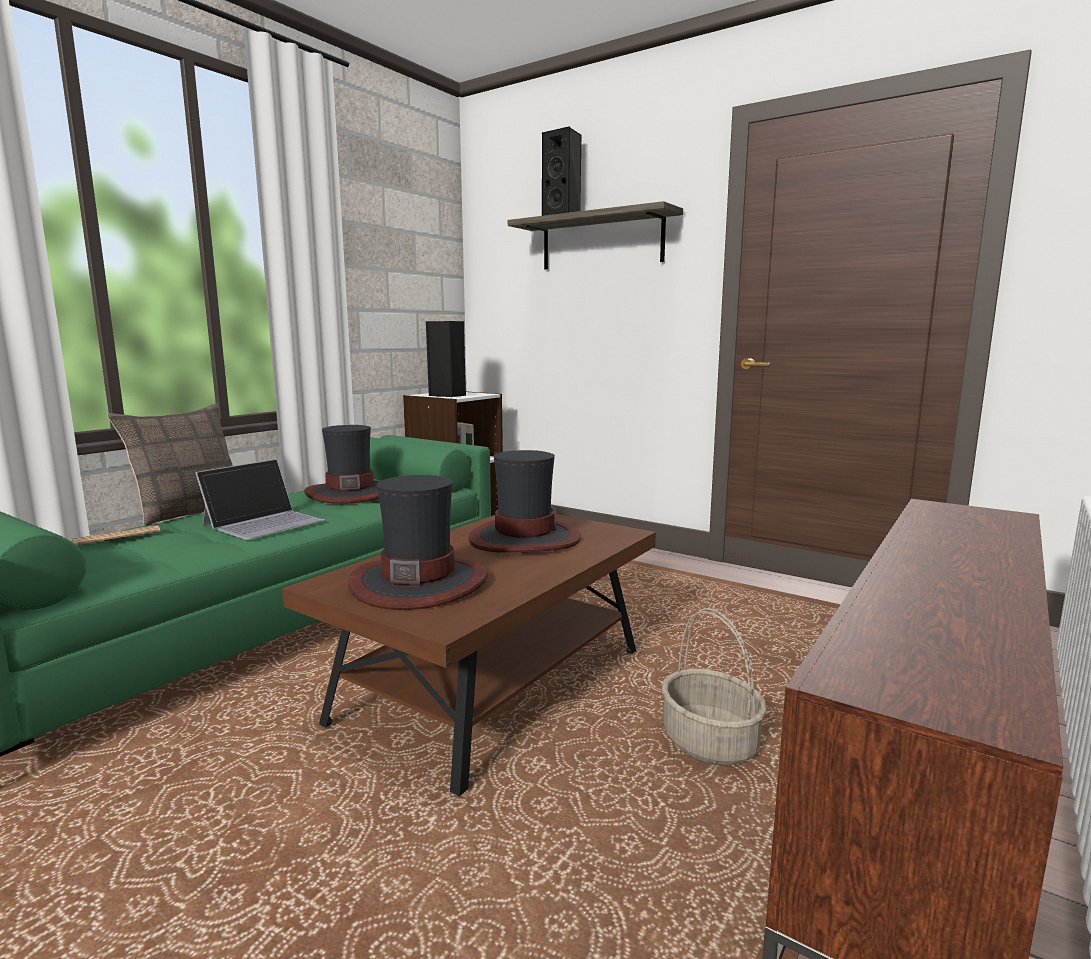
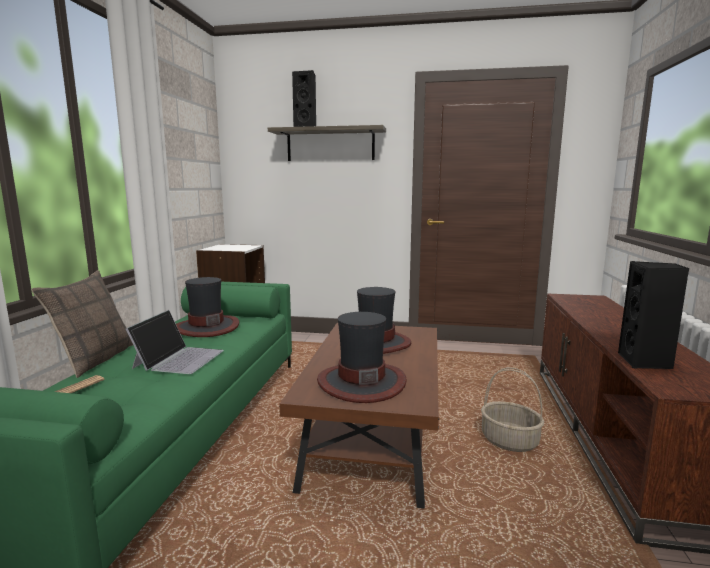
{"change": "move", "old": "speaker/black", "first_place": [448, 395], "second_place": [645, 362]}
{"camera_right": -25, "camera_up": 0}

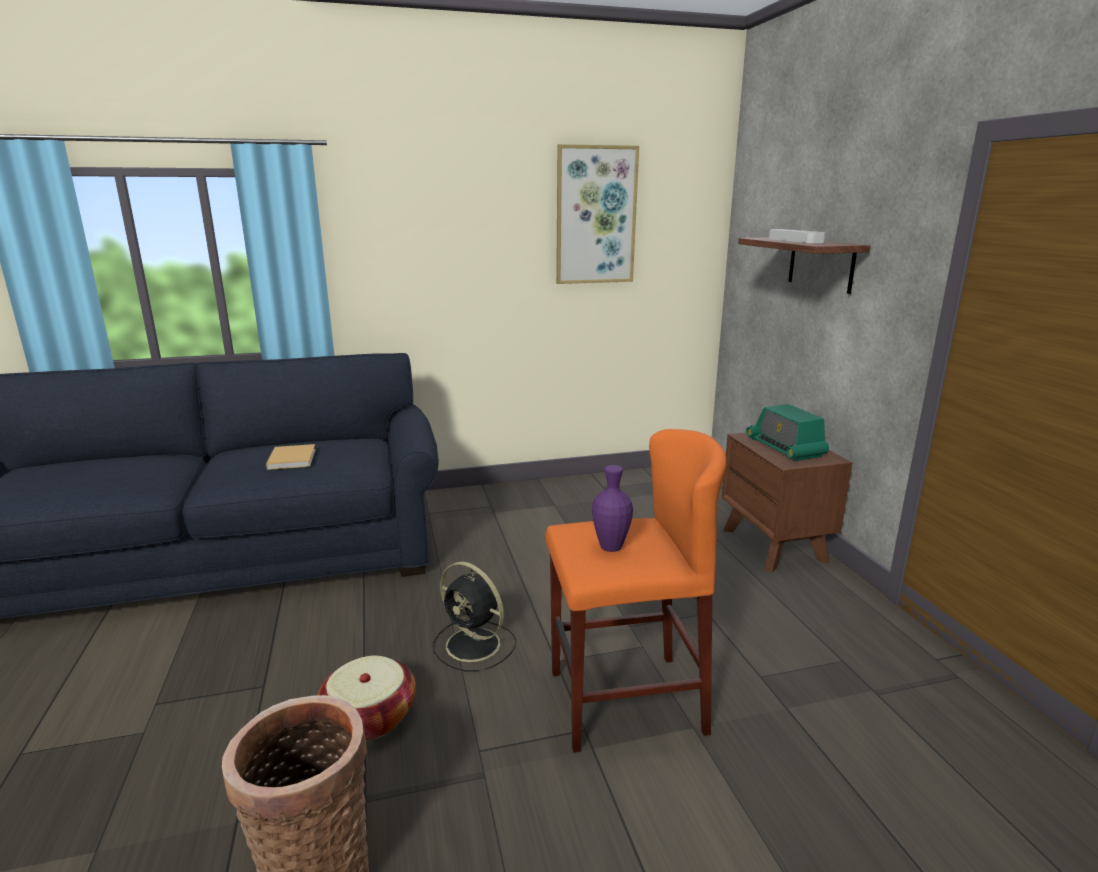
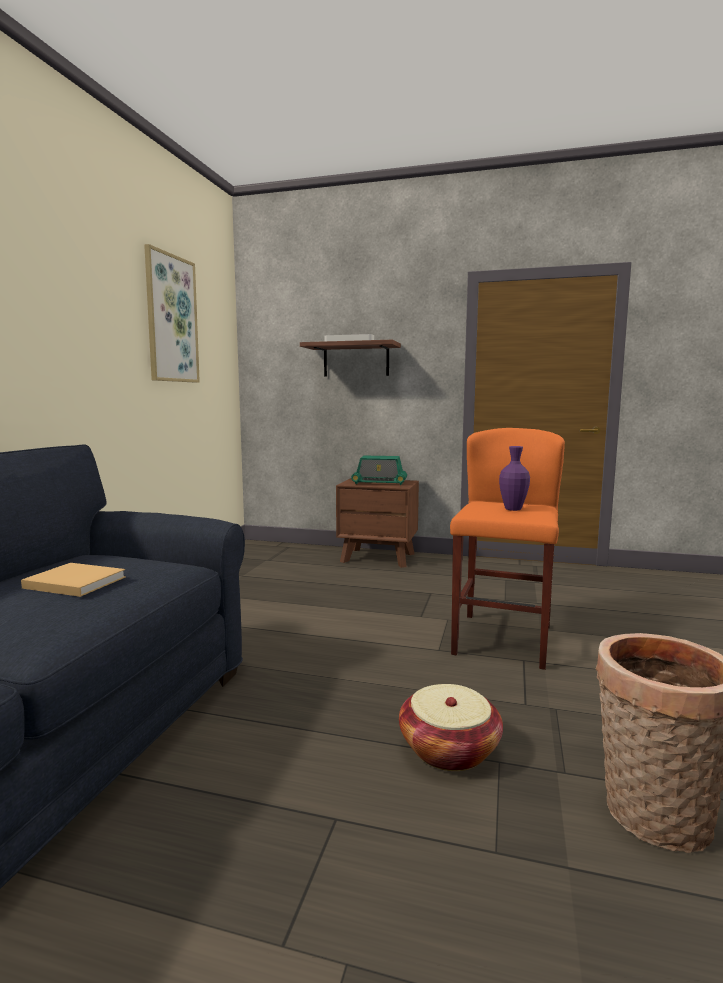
{"change": "delete", "old": "fan/black", "first_place": [475, 645]}
{"camera_right": -60, "camera_up": -10}

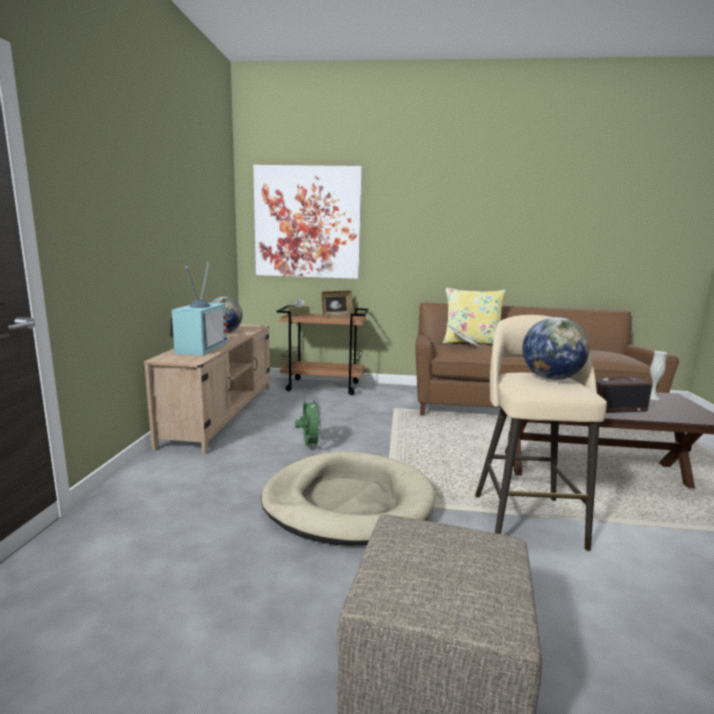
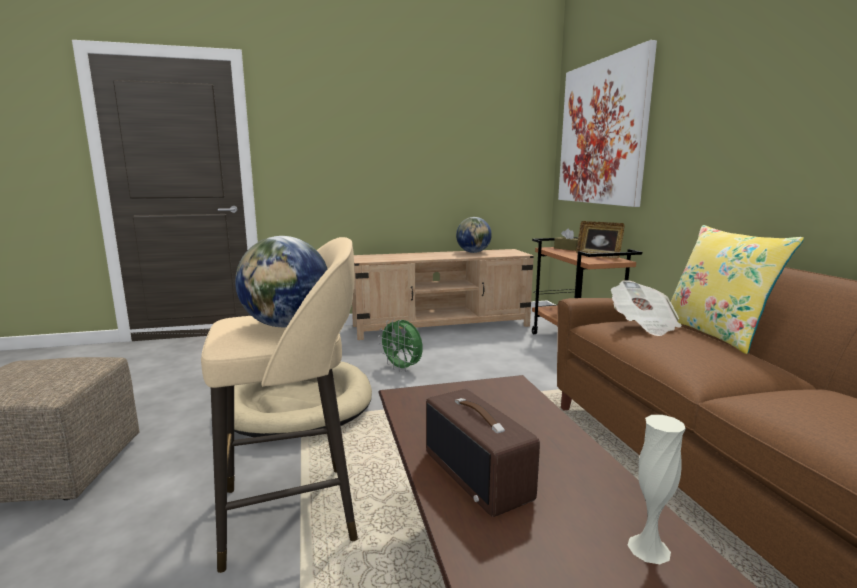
{"change": "delete", "old": "television", "first_place": [199, 347]}
{"change": "rotate", "old": "fan/green", "first_place": [309, 446], "second_place": [402, 368], "degrees": 75}
{"camera_right": 70, "camera_up": 0}

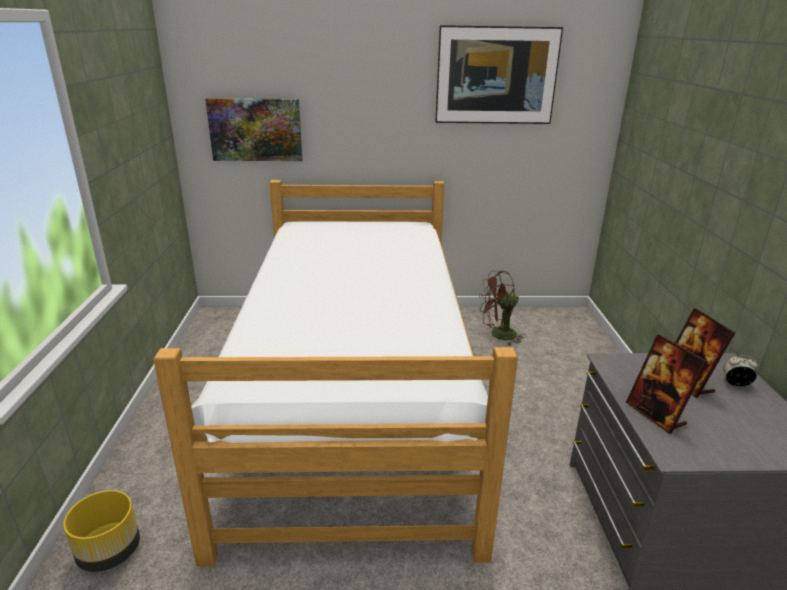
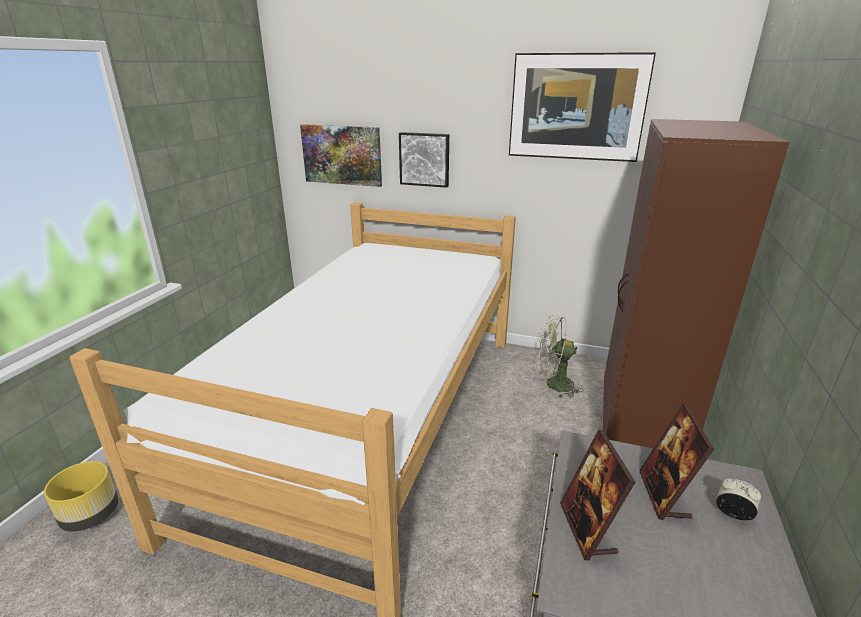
{"change": "recolor", "old": "fan/brown", "new": "fan/green", "first_place": [498, 335], "second_place": [553, 384]}
{"change": "insert", "new": "picture", "second_place": [424, 159]}
{"change": "insert", "new": "wardrobe/brown", "second_place": [638, 430]}
{"camera_right": 20, "camera_up": 0}

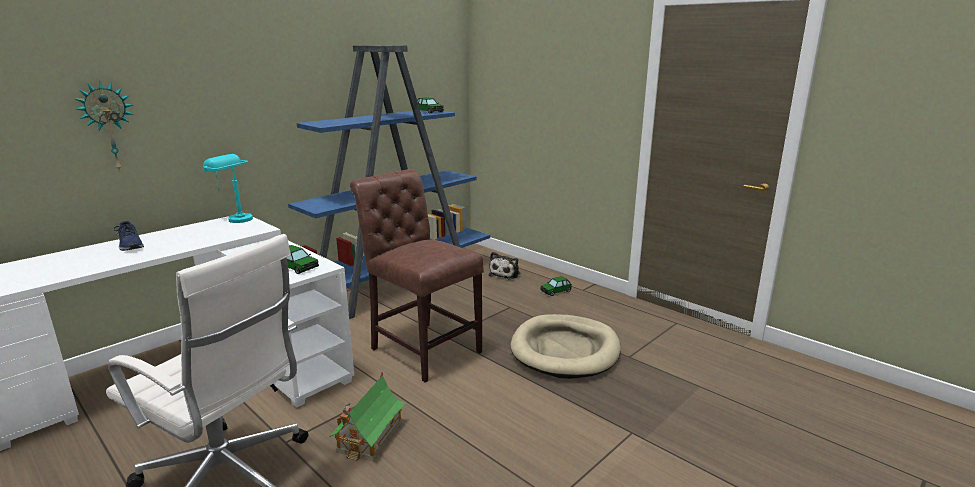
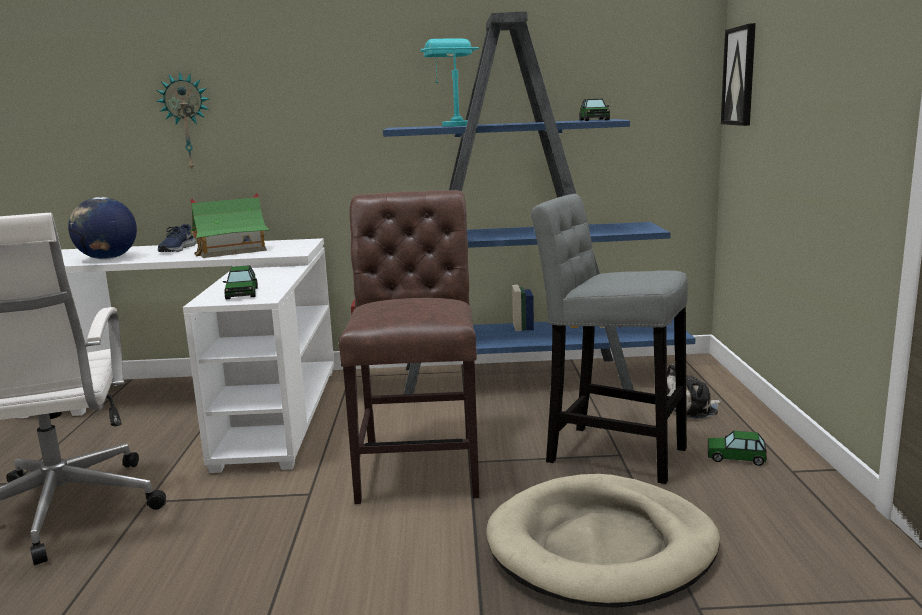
{"change": "move", "old": "table lamp/turquoise", "first_place": [234, 218], "second_place": [452, 125]}
{"change": "move", "old": "toy house", "first_place": [370, 436], "second_place": [230, 251]}
{"change": "insert", "new": "globe", "second_place": [107, 258]}
{"change": "insert", "new": "stool/grey", "second_place": [609, 452]}
{"change": "insert", "new": "picture", "second_place": [740, 76]}
{"camera_right": 45, "camera_up": -5}

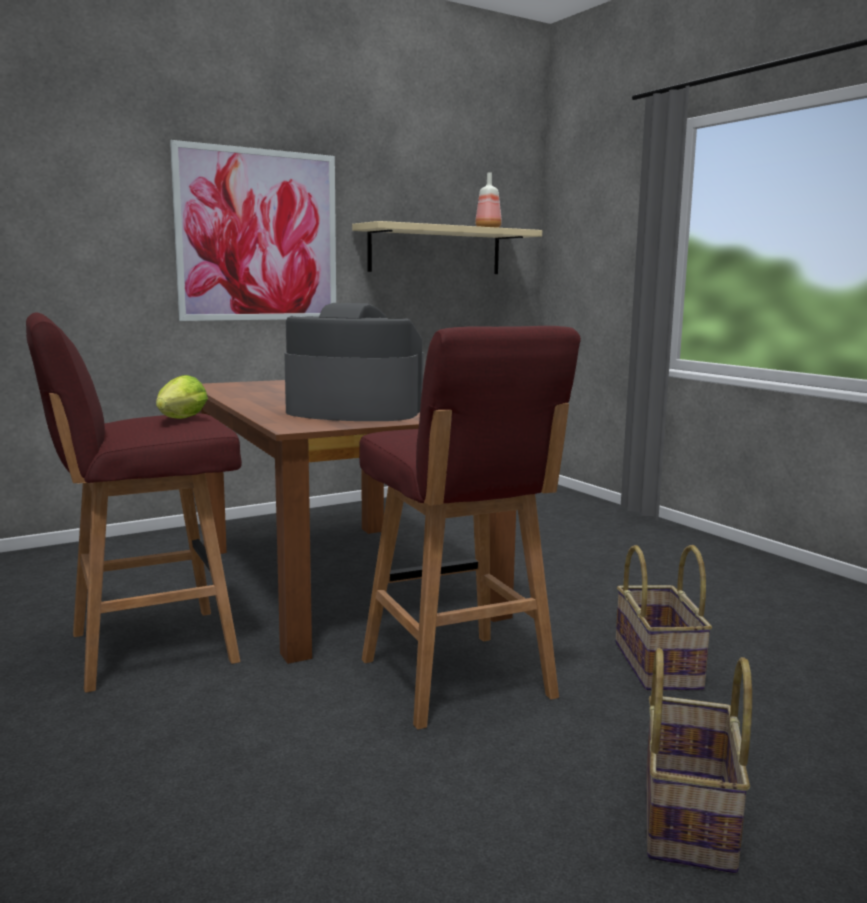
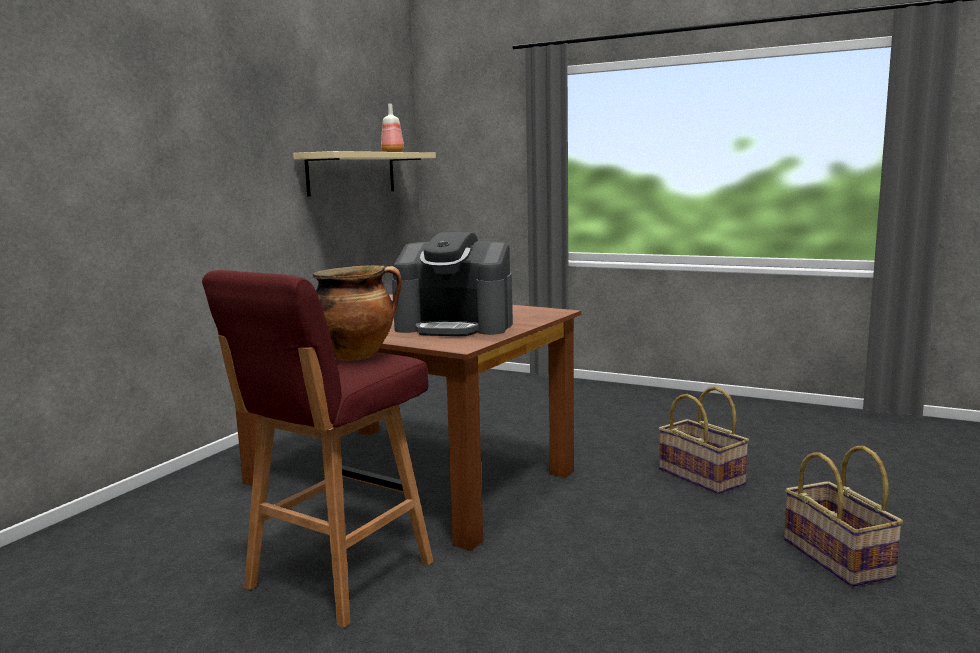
{"change": "replace", "old": "lettuce", "new": "cooking pot", "first_place": [179, 420], "second_place": [357, 355]}
{"change": "delete", "old": "picture", "first_place": [258, 235]}
{"change": "rotate", "old": "coffee machine", "first_place": [353, 411], "second_place": [455, 326], "degrees": -150}
{"change": "delete", "old": "stool/red", "first_place": [457, 681]}
{"camera_right": -30, "camera_up": 0}

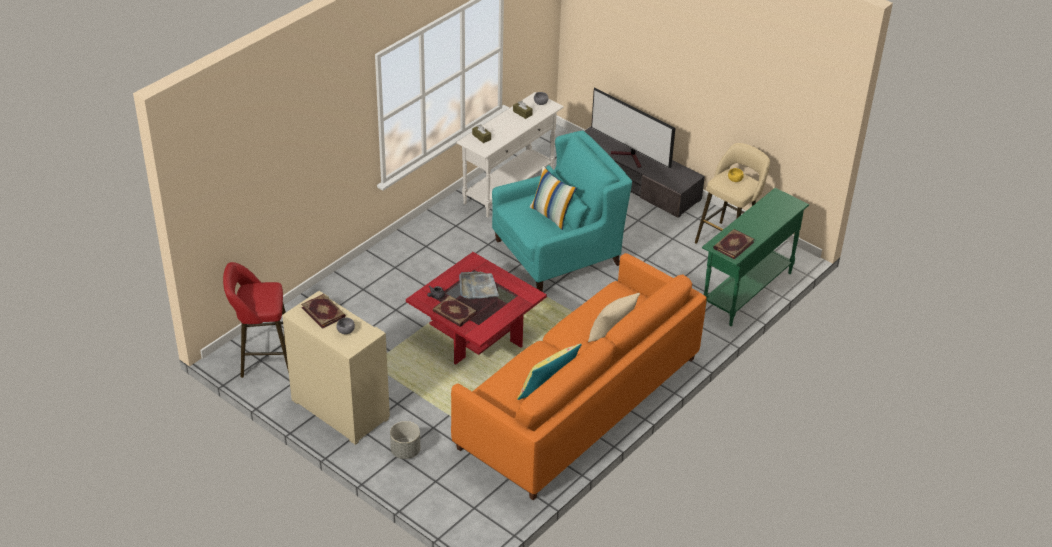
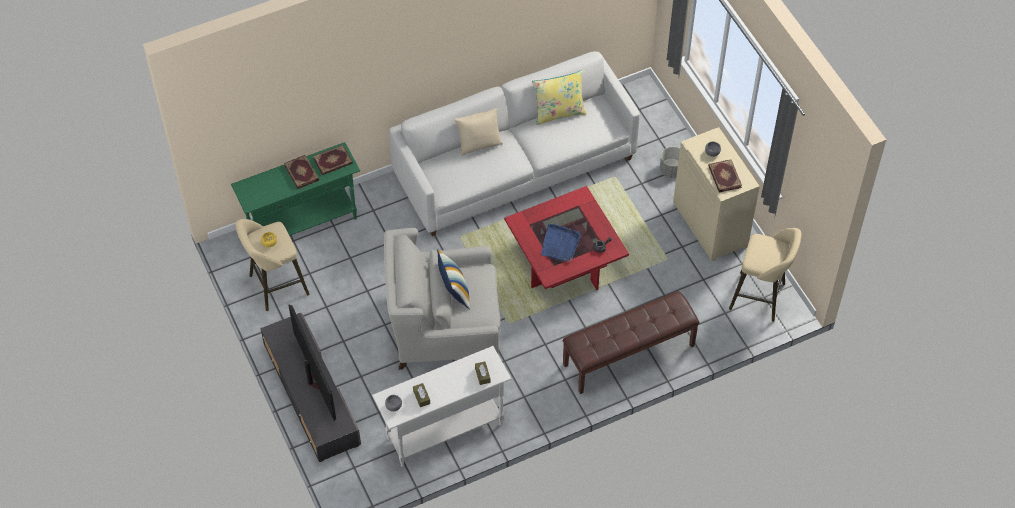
{"change": "recolor", "old": "stool/red", "new": "stool/beige", "first_place": [262, 358], "second_place": [761, 297]}
{"change": "move", "old": "book", "first_place": [454, 313], "second_place": [302, 172]}
{"change": "recolor", "old": "sofa/orange", "new": "sofa/white", "first_place": [578, 403], "second_place": [515, 166]}
{"change": "recolor", "old": "tray/grey", "new": "tray/blue", "first_place": [478, 287], "second_place": [560, 244]}
{"change": "recolor", "old": "armchair/turquoise", "new": "armchair/white", "first_place": [557, 253], "second_place": [444, 327]}
{"change": "insert", "new": "bench/brown", "second_place": [628, 355]}
{"camera_right": -155, "camera_up": 15}

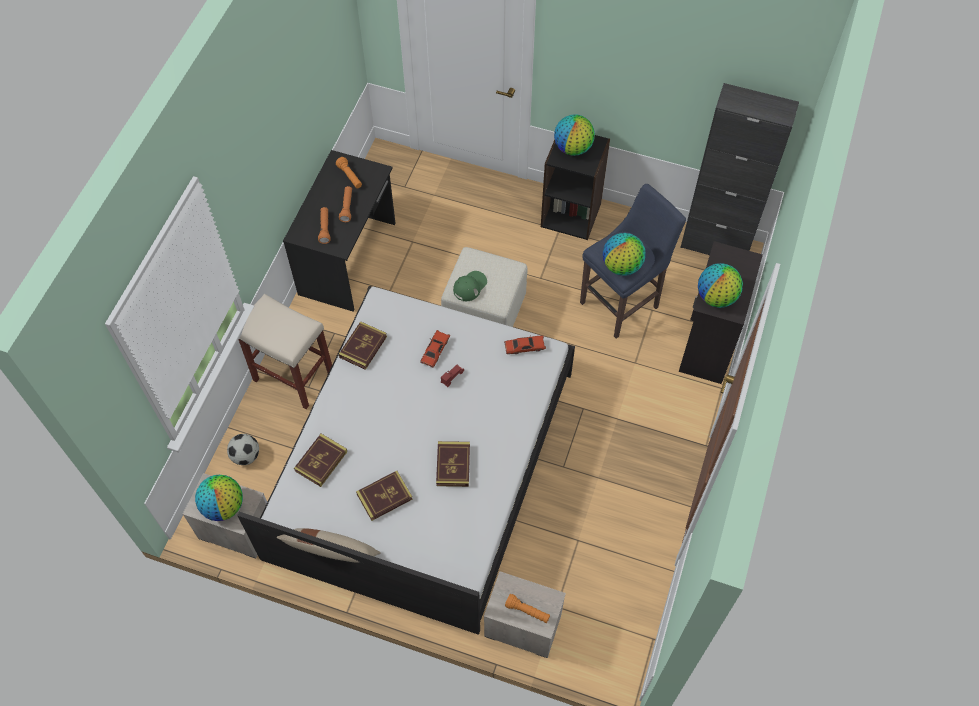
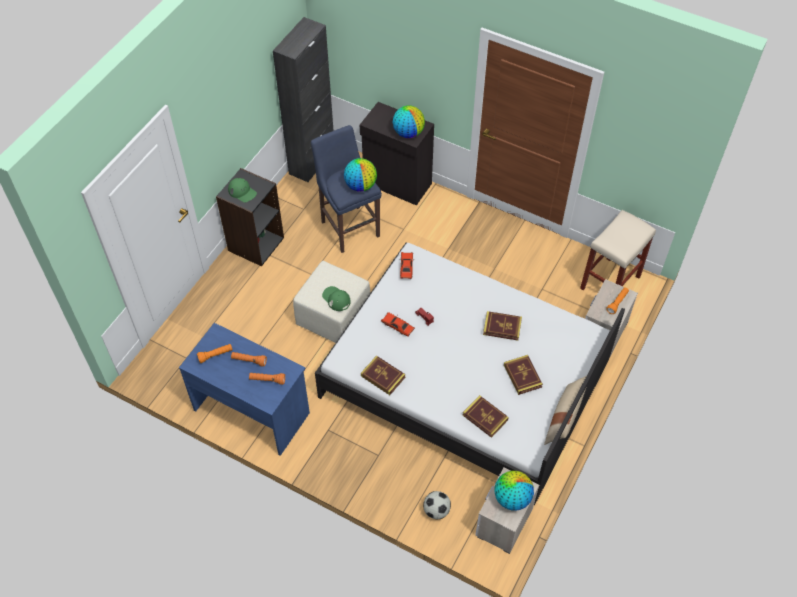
{"change": "move", "old": "stool/beige", "first_place": [294, 376], "second_place": [610, 282]}
{"change": "recolor", "old": "desk/black", "new": "desk/blue", "first_place": [349, 258], "second_place": [252, 410]}
{"change": "replace", "old": "globe", "new": "cap/green", "first_place": [573, 148], "second_place": [242, 192]}
{"camera_right": -80, "camera_up": -5}

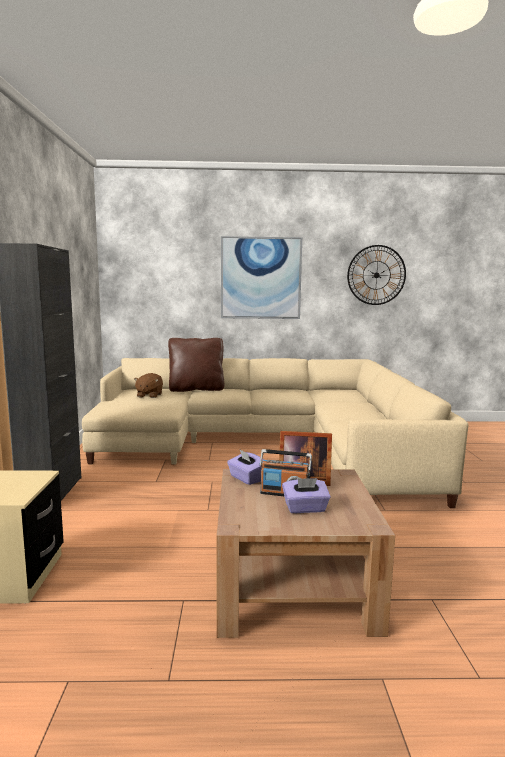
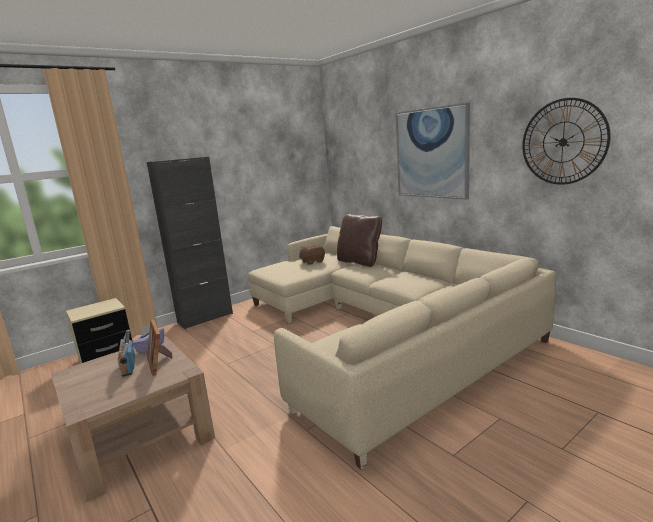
{"change": "delete", "old": "tissue box/purple", "first_place": [305, 508]}
{"camera_right": 55, "camera_up": 5}

